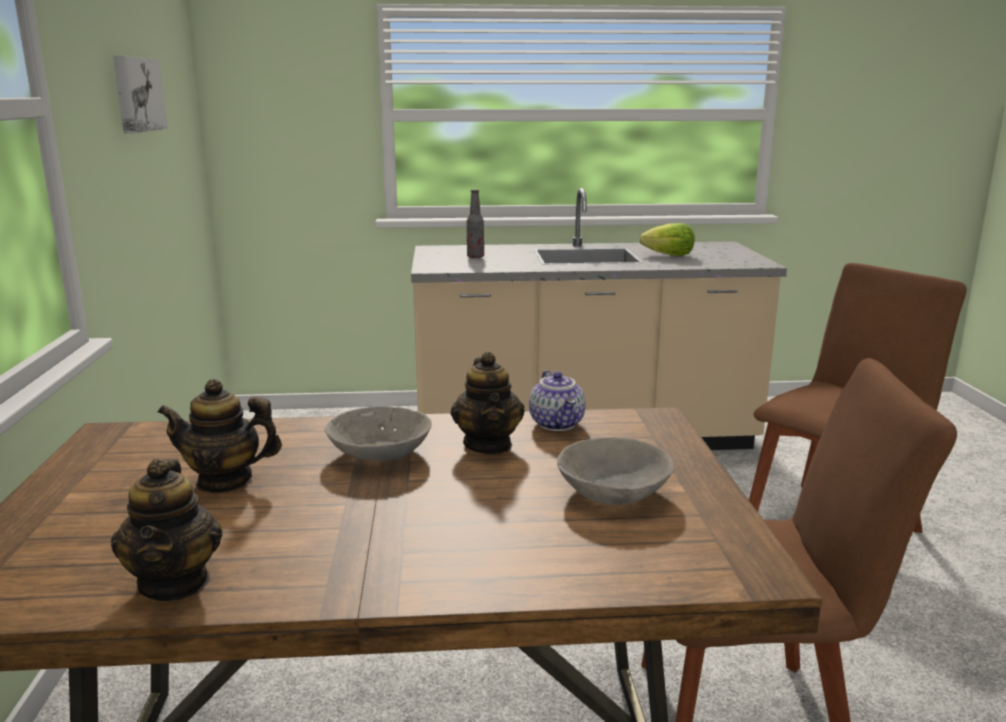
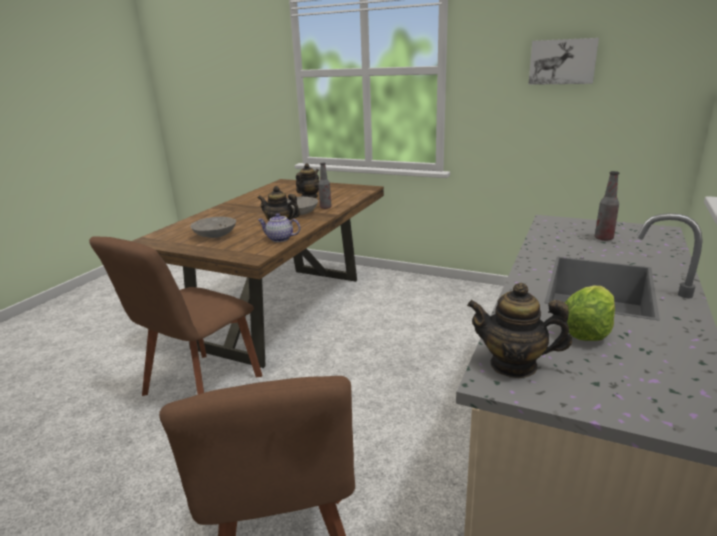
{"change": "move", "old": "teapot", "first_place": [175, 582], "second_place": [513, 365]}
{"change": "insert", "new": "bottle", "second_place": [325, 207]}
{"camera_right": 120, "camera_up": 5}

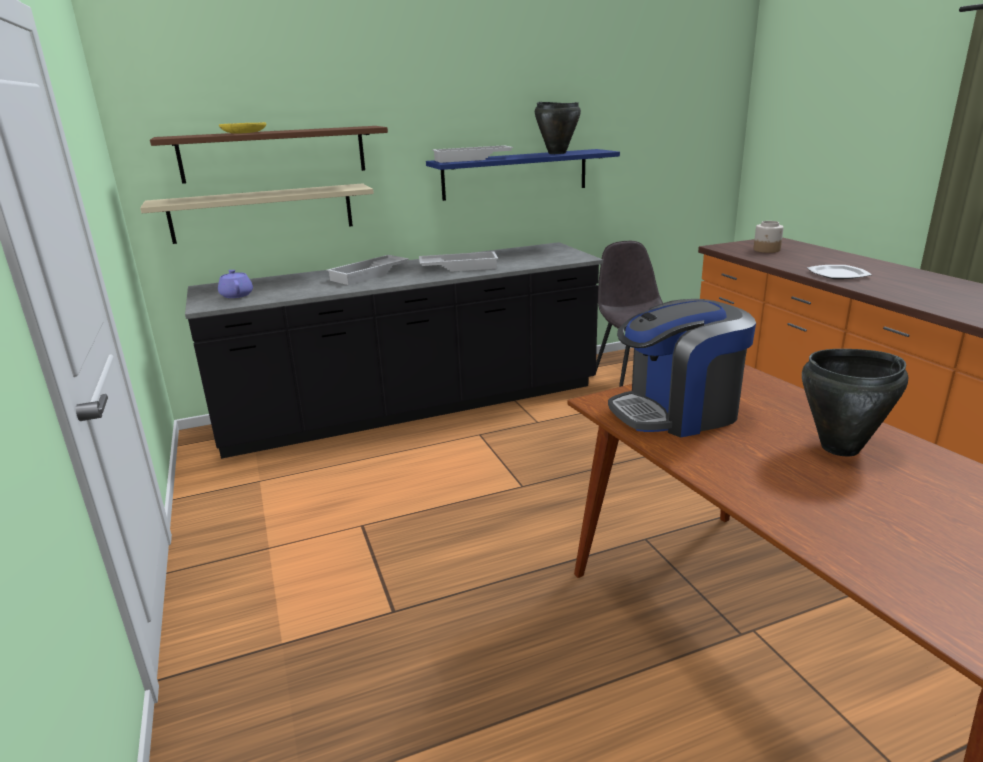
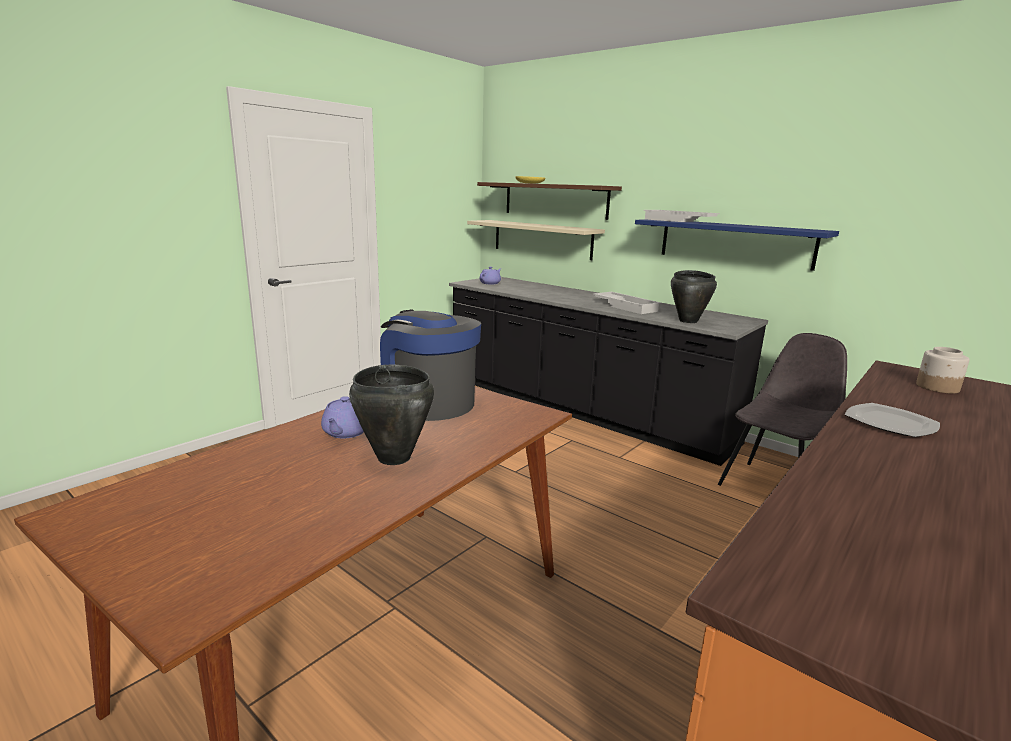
{"change": "delete", "old": "tray/white", "first_place": [369, 275]}
{"change": "move", "old": "cooking pot/black", "first_place": [557, 153], "second_place": [688, 321]}
{"change": "insert", "new": "teapot/purple", "second_place": [346, 432]}
{"camera_right": 60, "camera_up": -5}

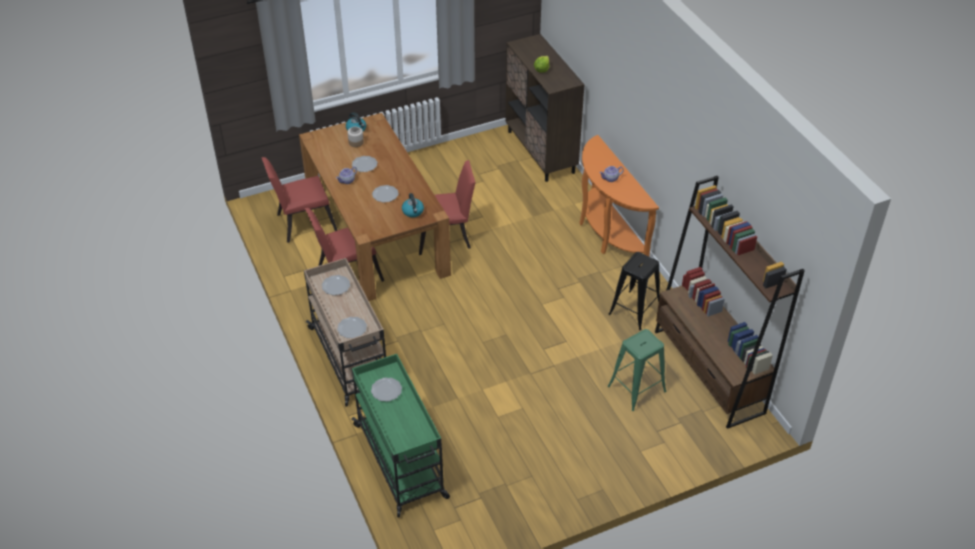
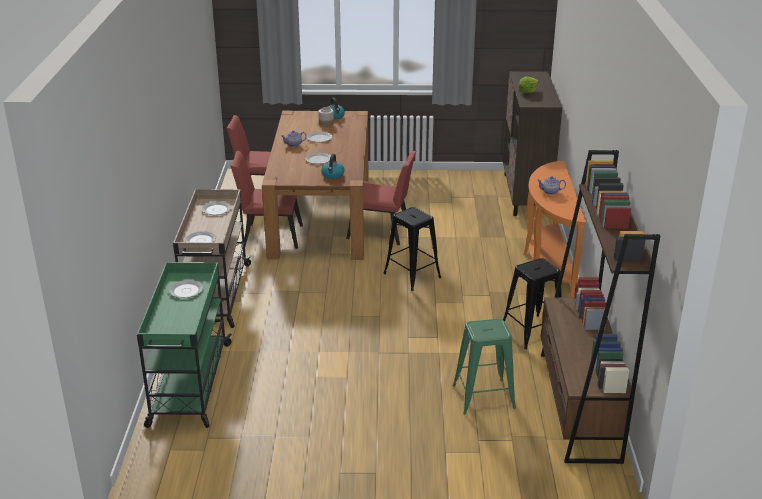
{"change": "insert", "new": "stool/black", "second_place": [412, 275]}
{"camera_right": 25, "camera_up": -15}

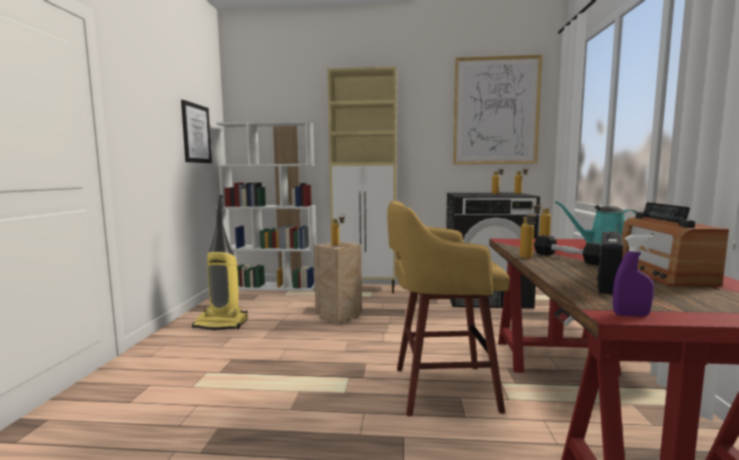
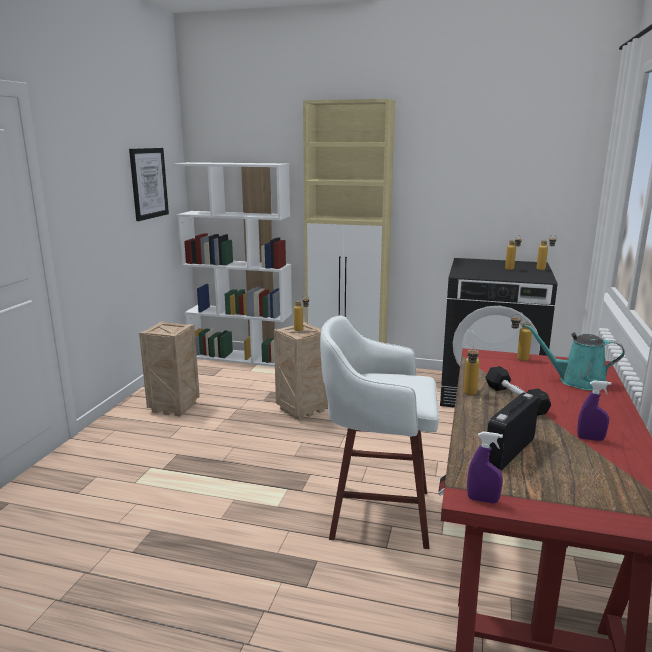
{"change": "replace", "old": "vacuum cleaner", "new": "crate", "first_place": [222, 324], "second_place": [175, 407]}
{"change": "recolor", "old": "stool/yellow", "new": "stool/white", "first_place": [440, 389], "second_place": [376, 513]}
{"change": "delete", "old": "picture", "first_place": [496, 111]}
{"change": "replace", "old": "radio", "new": "spray bottle/purple", "first_place": [663, 274], "second_place": [590, 439]}
{"camera_right": 10, "camera_up": 10}

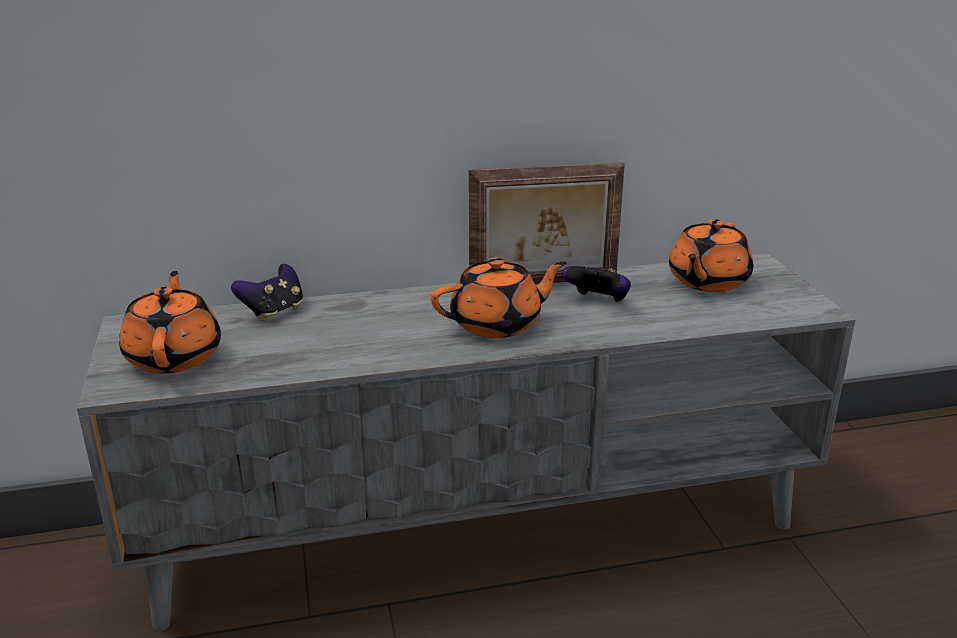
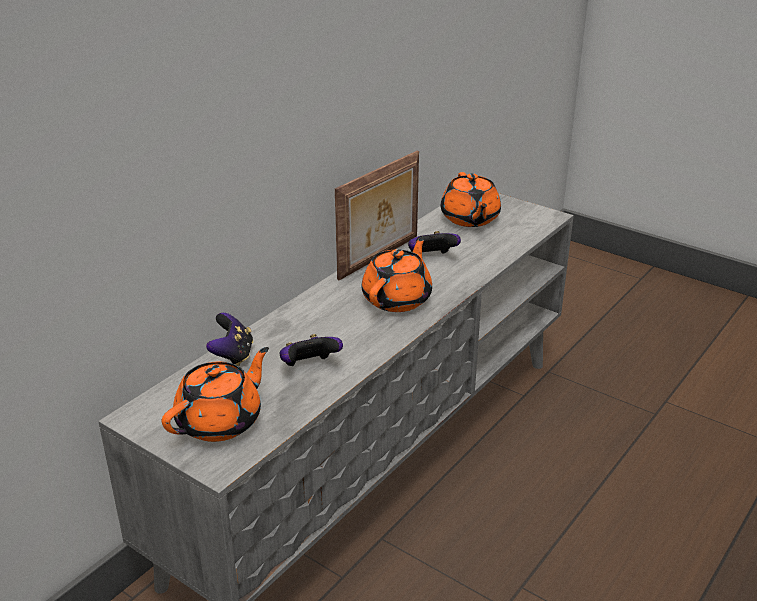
{"change": "rotate", "old": "teapot/orange", "first_place": [175, 356], "second_place": [221, 421], "degrees": 90}
{"change": "insert", "new": "game controller", "second_place": [309, 366]}
{"camera_right": -40, "camera_up": 5}

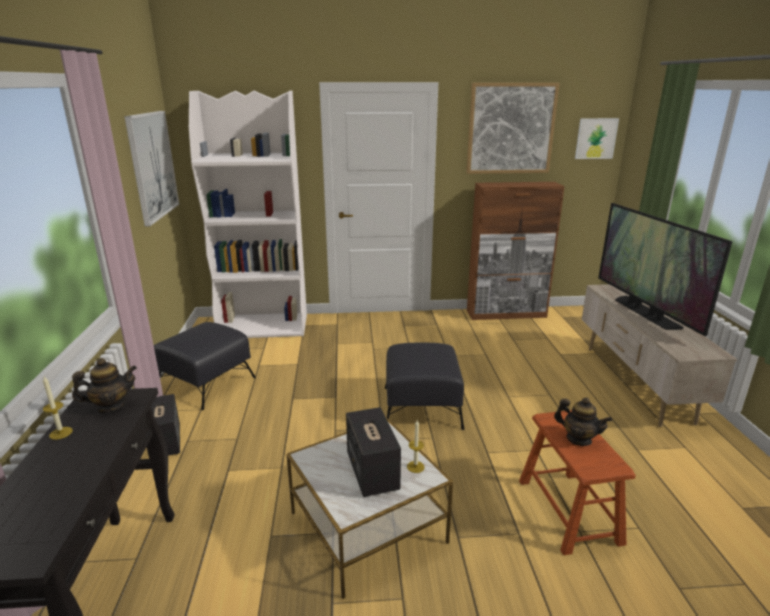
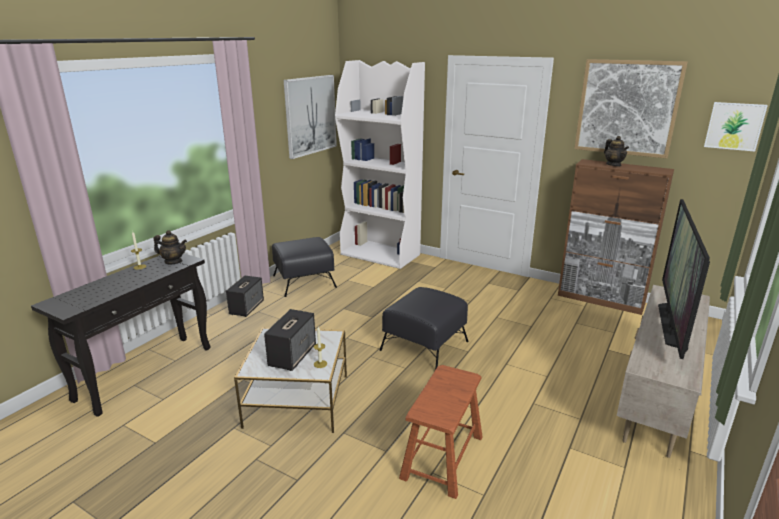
{"change": "move", "old": "teapot", "first_place": [578, 439], "second_place": [613, 165]}
{"camera_right": 35, "camera_up": 0}

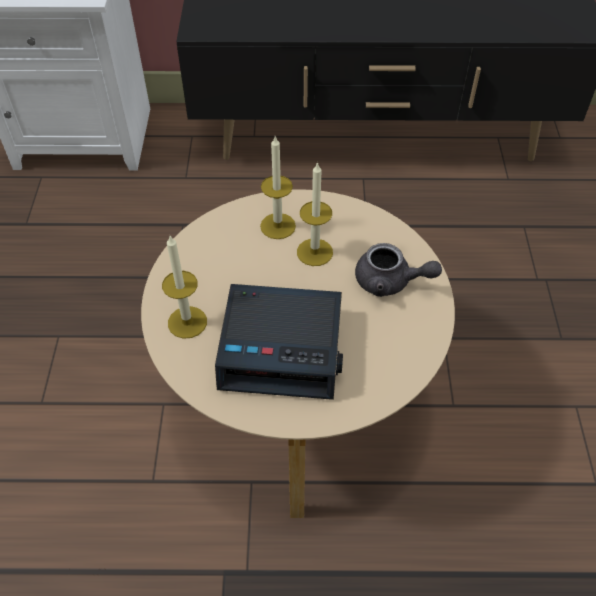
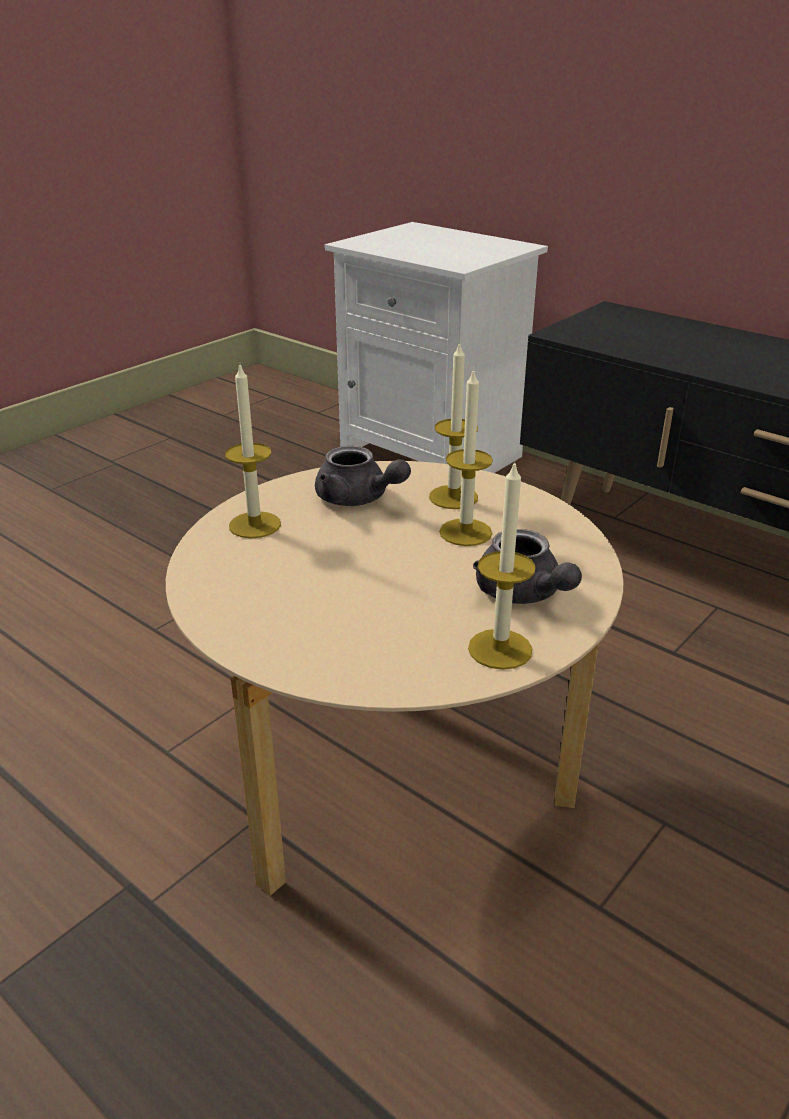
{"change": "delete", "old": "alarm clock", "first_place": [283, 348]}
{"change": "insert", "new": "teapot/grey", "second_place": [358, 499]}
{"change": "insert", "new": "candle", "second_place": [500, 649]}
{"camera_right": 40, "camera_up": -20}

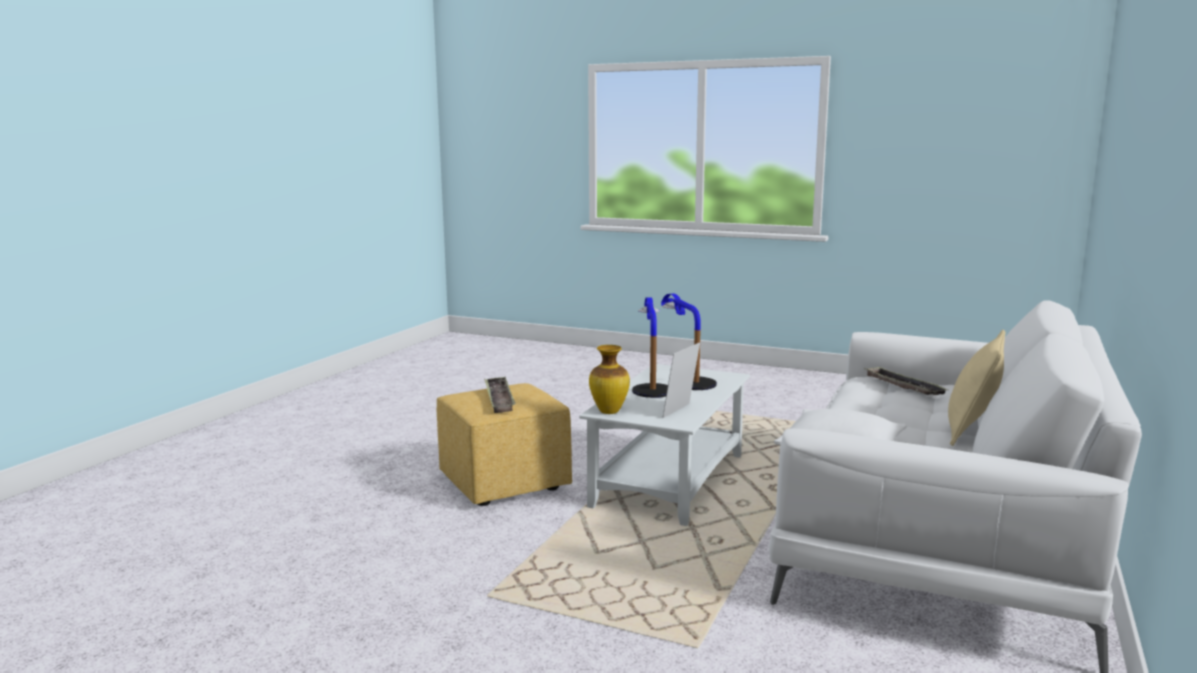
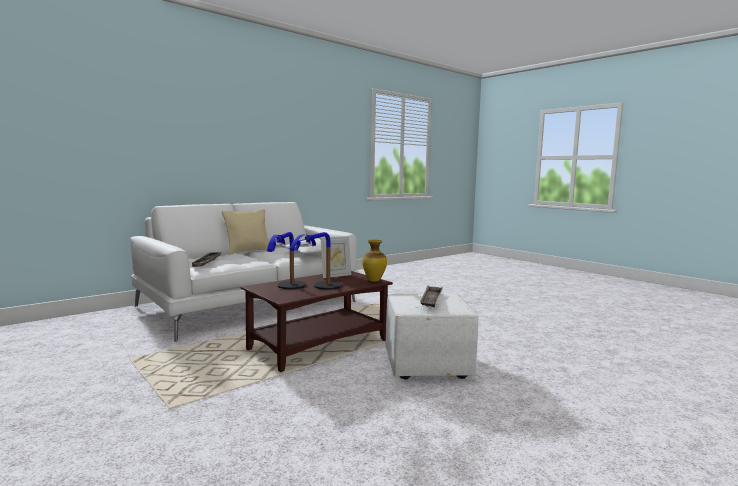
{"change": "recolor", "old": "ottoman/yellow", "new": "ottoman/white", "first_place": [504, 483], "second_place": [426, 366]}
{"change": "recolor", "old": "coffee table/white", "new": "coffee table/brown", "first_place": [669, 482], "second_place": [319, 345]}
{"camera_right": -155, "camera_up": -5}

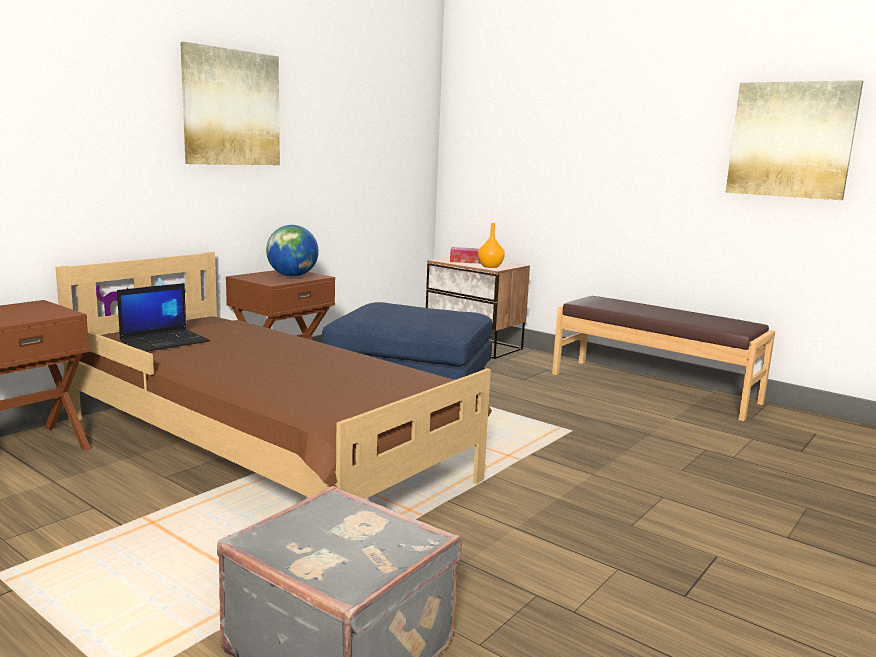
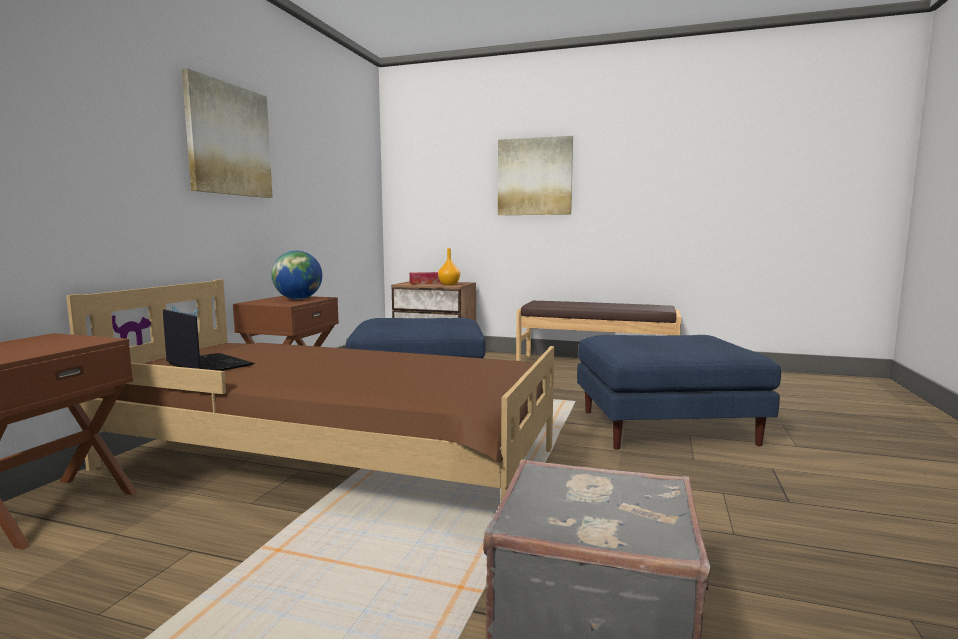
{"change": "rotate", "old": "laptop", "first_place": [165, 341], "second_place": [208, 364], "degrees": -75}
{"change": "move", "old": "picture", "first_place": [791, 140], "second_place": [534, 177]}
{"change": "insert", "new": "ottoman/blue", "second_place": [664, 427]}
{"camera_right": -20, "camera_up": -5}

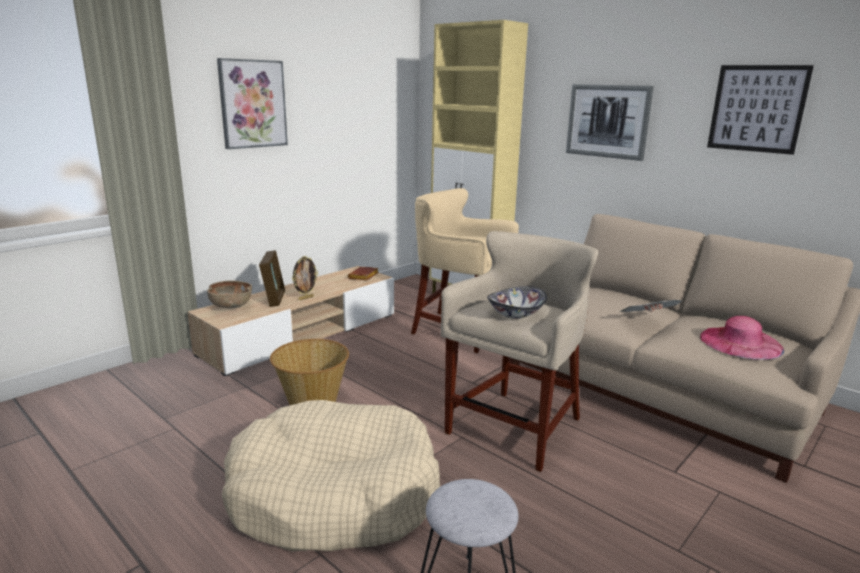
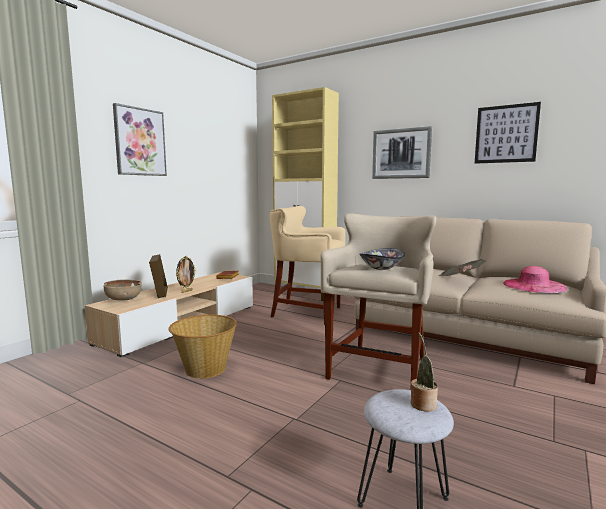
{"change": "delete", "old": "dog bed/beige", "first_place": [334, 494]}
{"change": "insert", "new": "potted plant", "second_place": [422, 403]}
{"camera_right": -10, "camera_up": -10}

